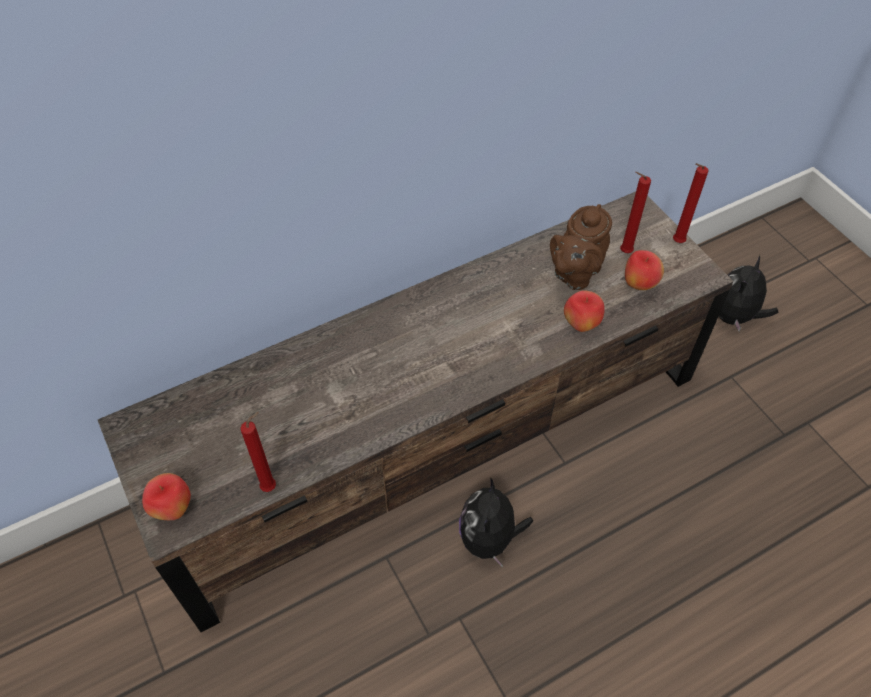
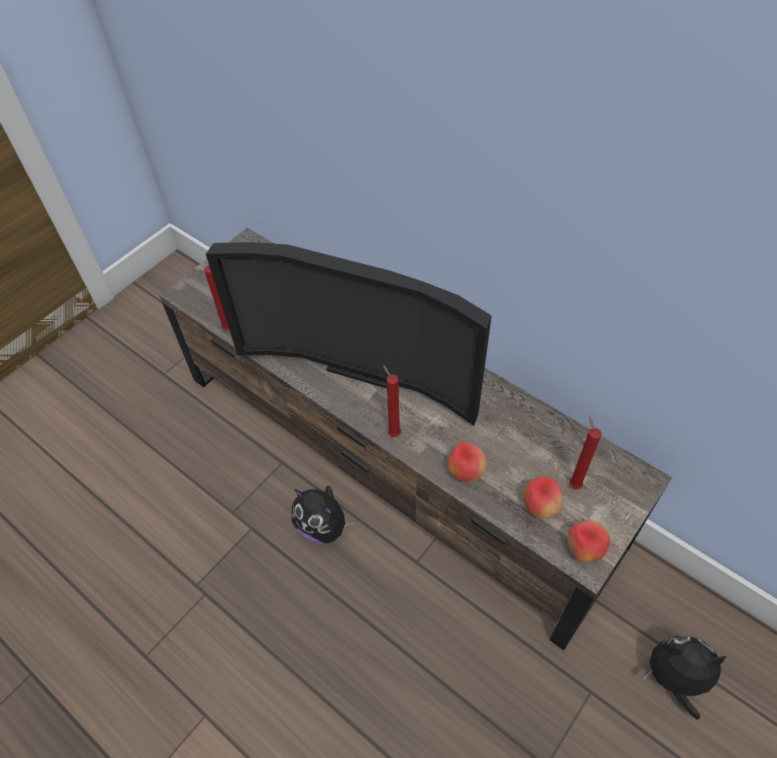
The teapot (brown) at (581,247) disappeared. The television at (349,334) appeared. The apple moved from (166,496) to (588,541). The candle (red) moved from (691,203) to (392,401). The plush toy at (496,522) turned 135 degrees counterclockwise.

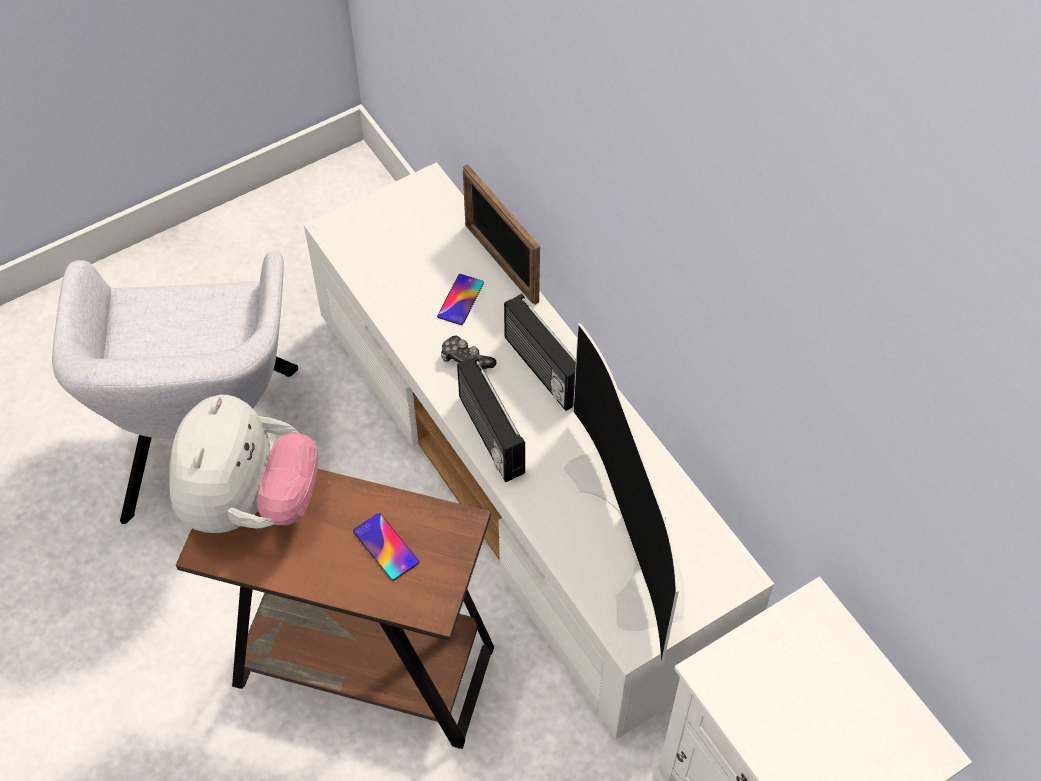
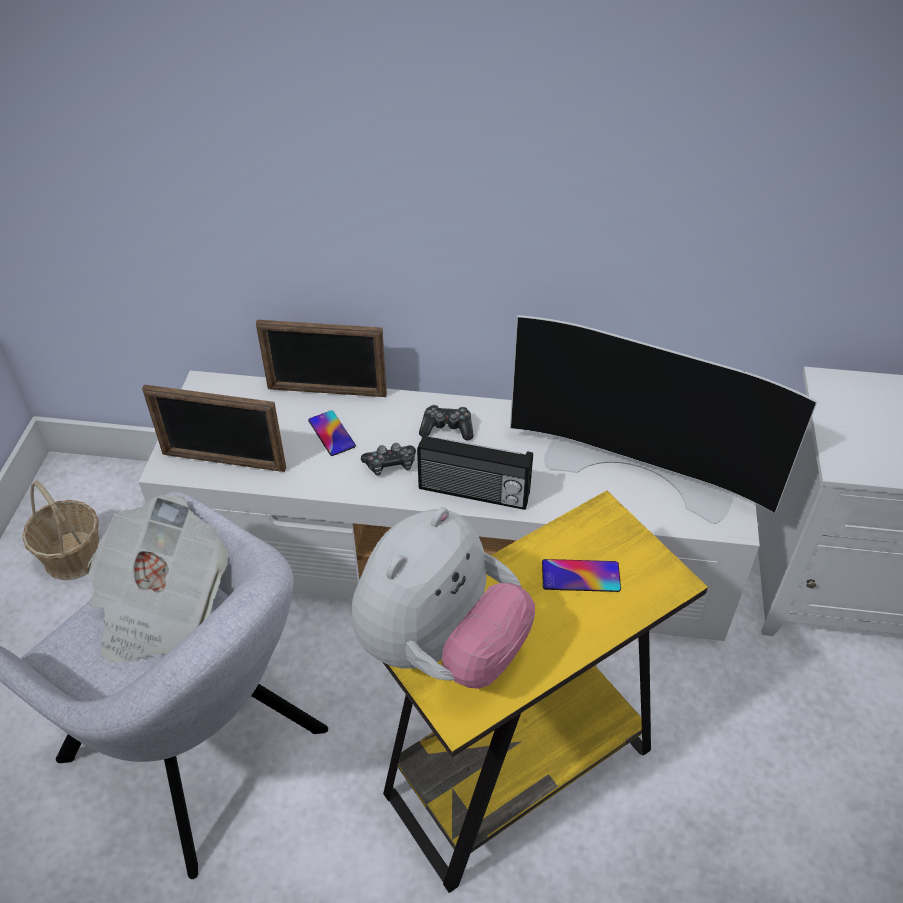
The basket at (60,530) appeared. The newspaper at (157,579) appeared. The picture frame at (214,428) appeared. The radio at (540,352) was replaced by the game controller at (446,422). The side table (brown) at (335,609) became the side table (yellow) at (545,692). The plush toy at (243,464) turned 75 degrees clockwise.

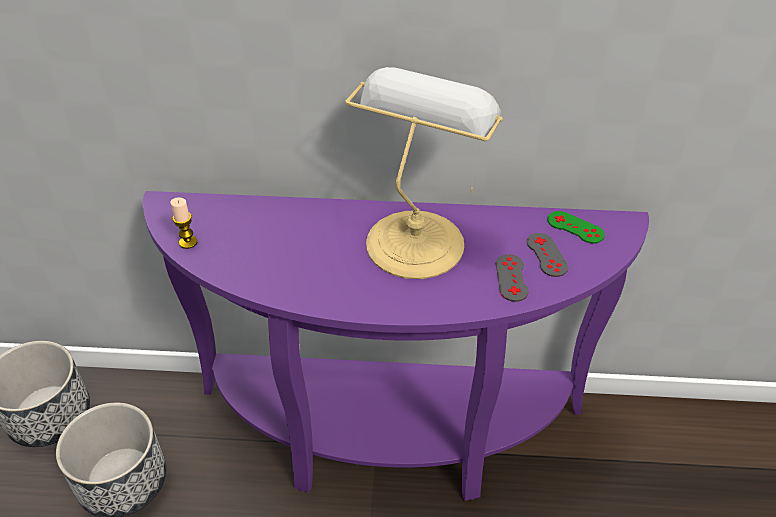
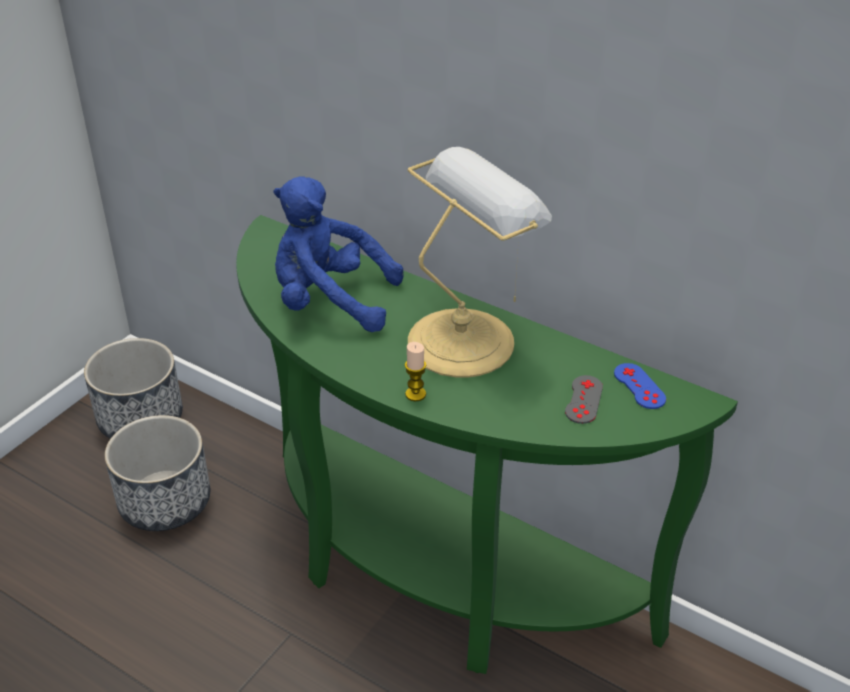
The game controller (grey) at (512,278) disappeared. The plush toy (blue) at (338,254) appeared. The candle moved from (183,223) to (415,371). The console table (purple) at (396,346) became the console table (green) at (487,444). The game controller (green) at (576,227) became the game controller (blue) at (640,386).

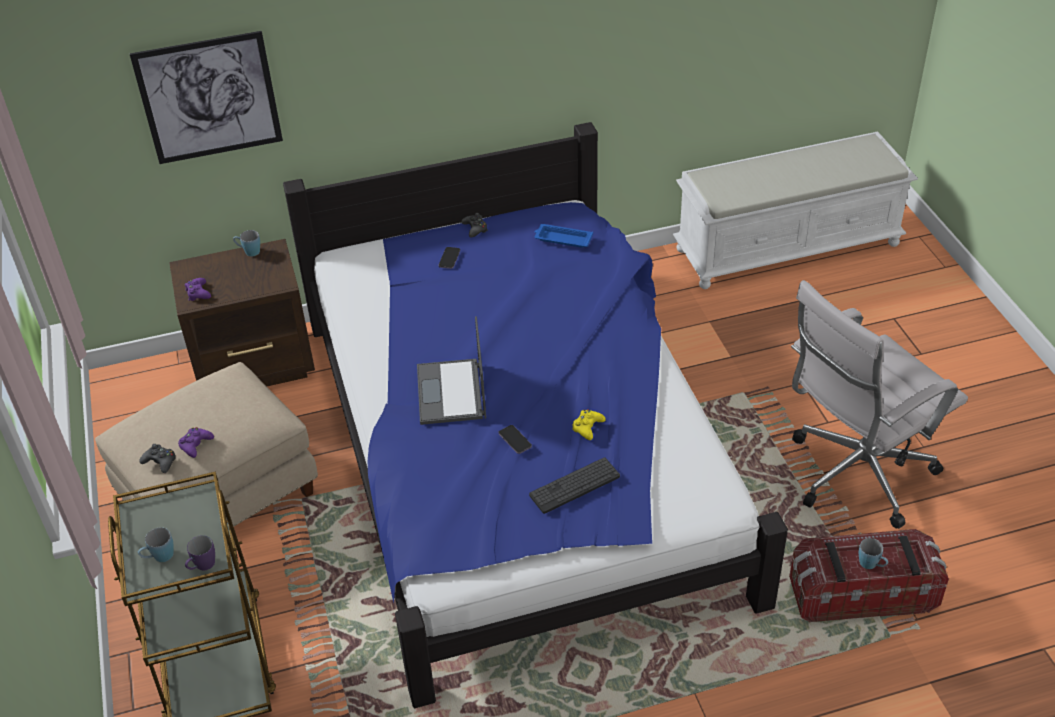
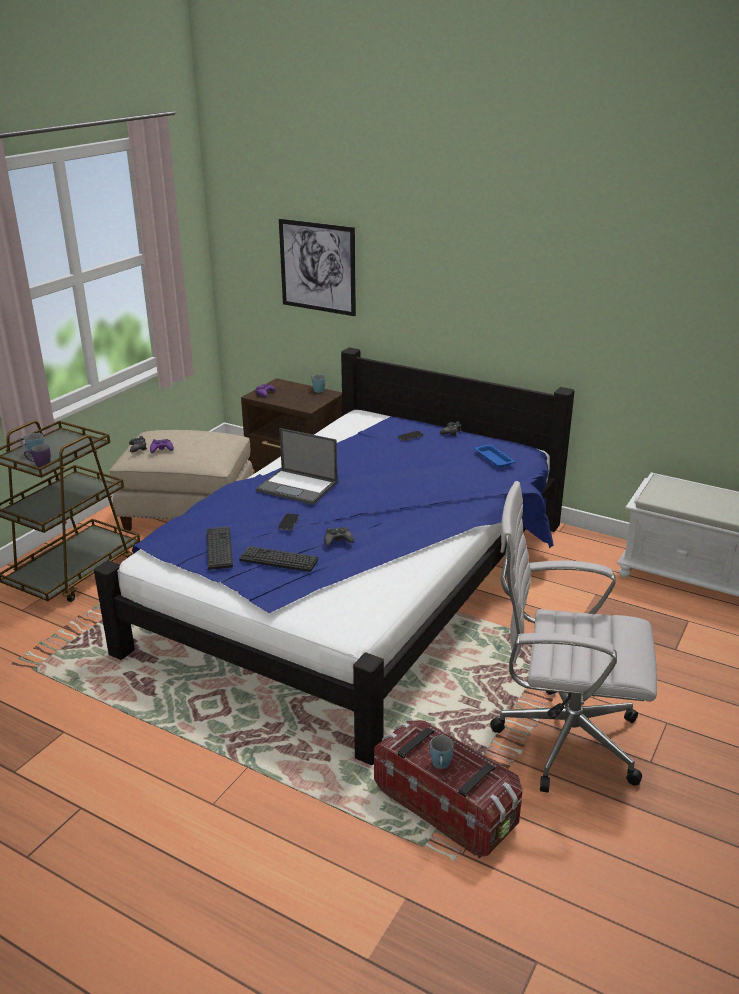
The keyboard at (220,548) appeared. The game controller (yellow) at (589,424) became the game controller (black) at (339,536). The laptop at (451,370) turned 105 degrees counterclockwise.

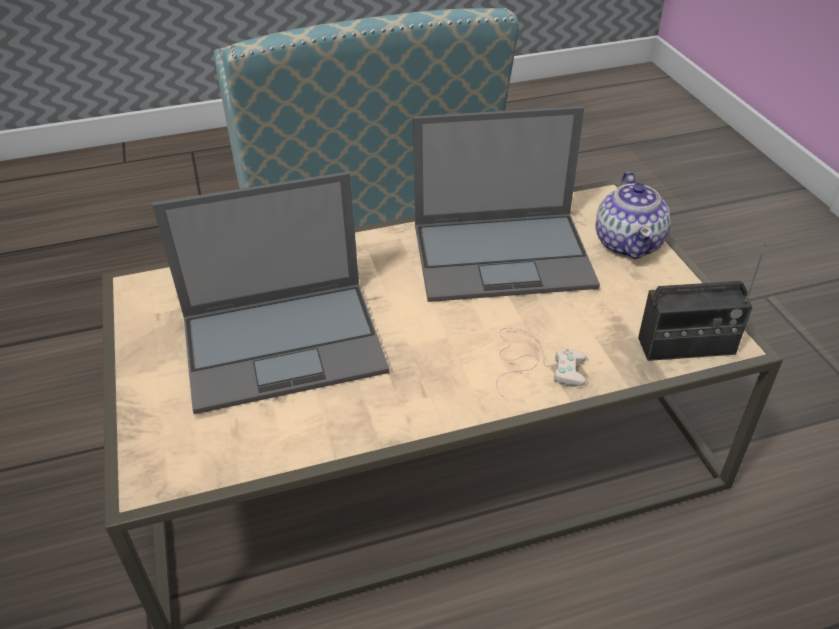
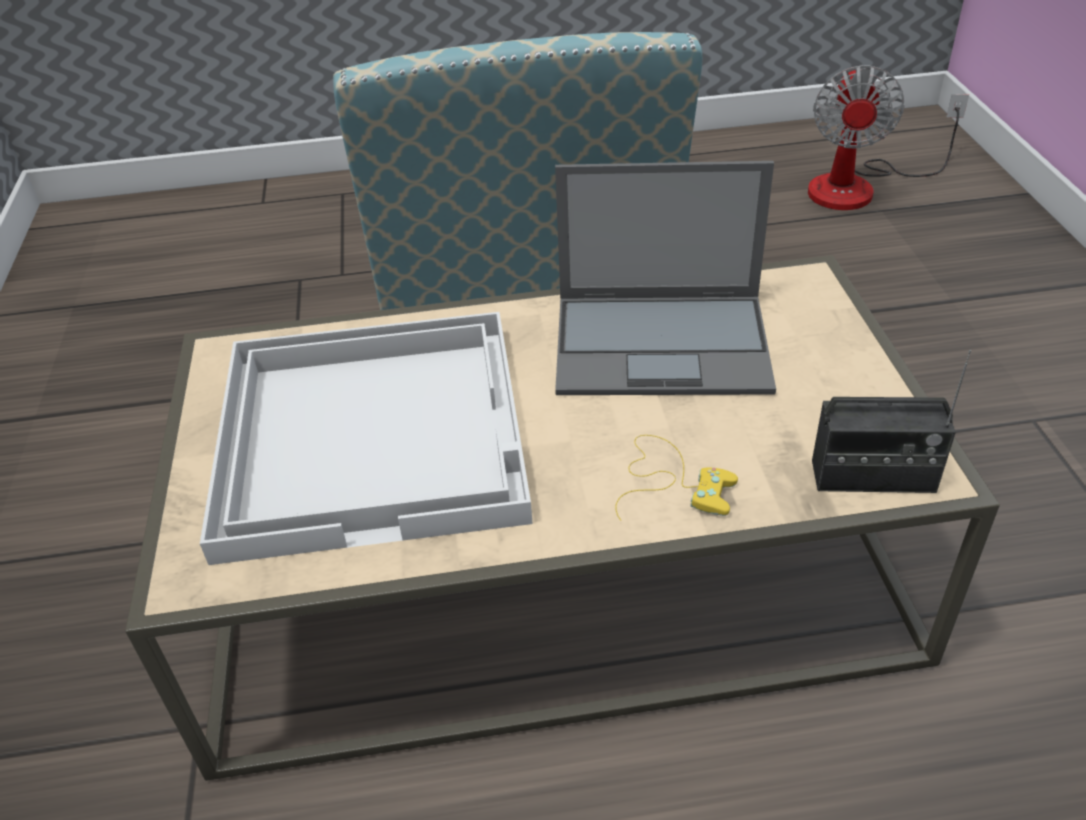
The teapot at (633,215) disappeared. The fan at (888,137) appeared. The laptop at (271,292) was replaced by the tray (white) at (366,438). The game controller (white) at (541,362) became the game controller (yellow) at (676,478).

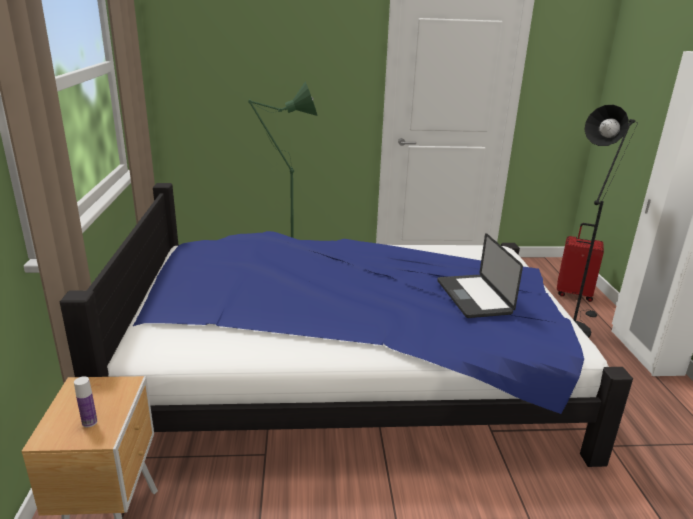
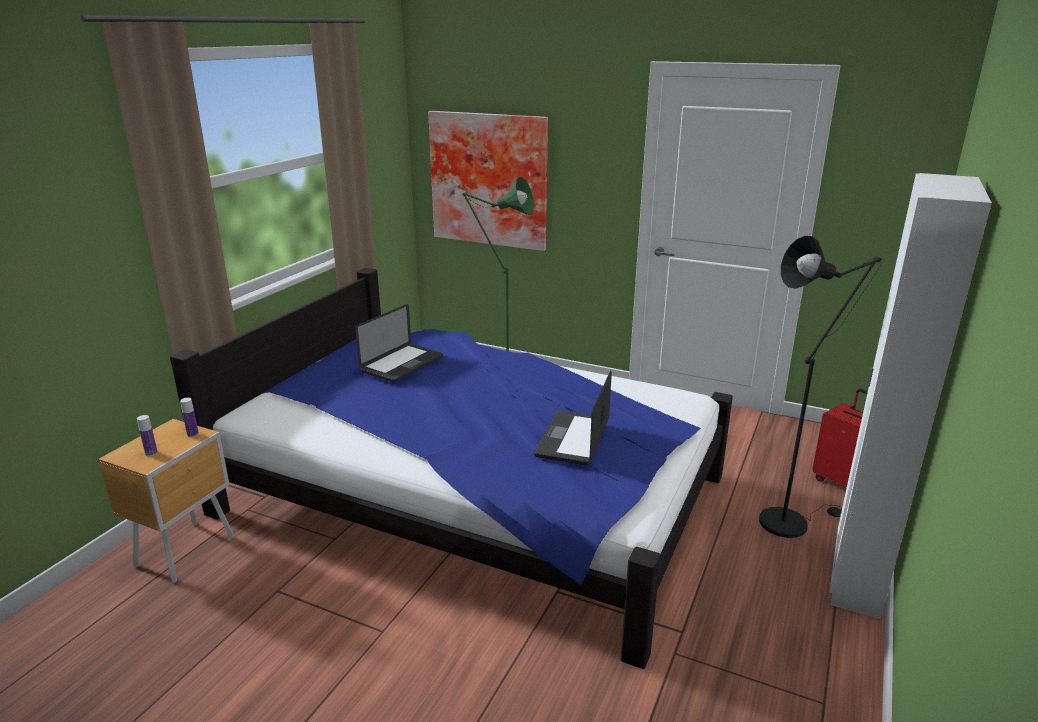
The bottle at (189,417) appeared. The laptop at (399,343) appeared. The picture at (488,181) appeared.

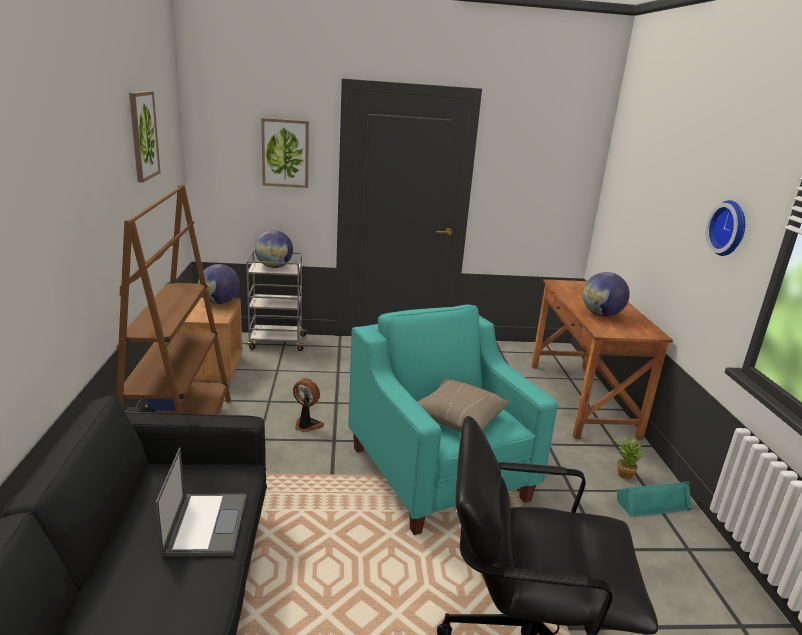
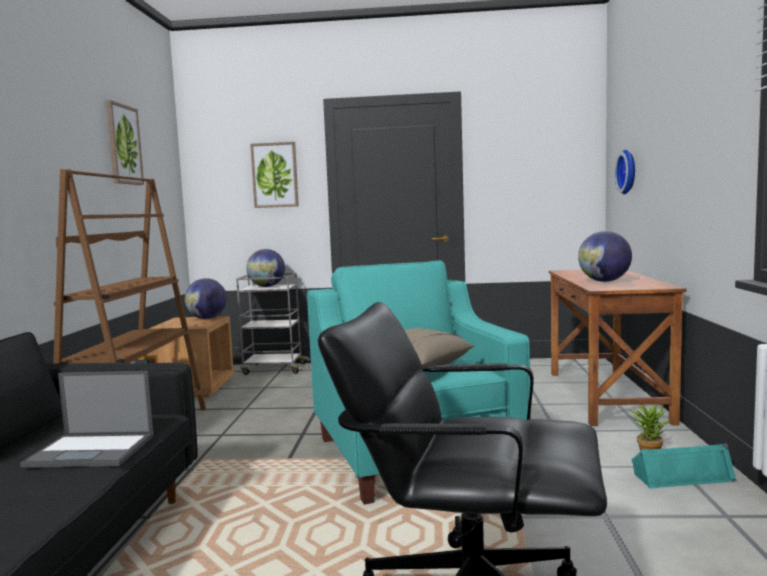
The fan at (308,405) disappeared. The wall clock moved from (725,228) to (625,172). The laptop at (201,502) turned 90 degrees clockwise.

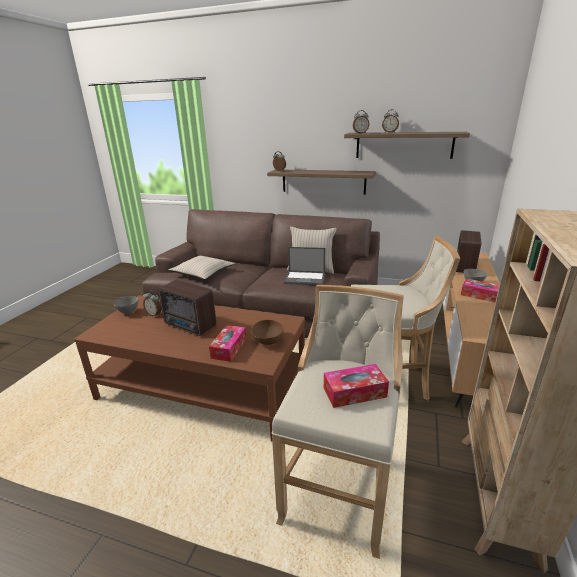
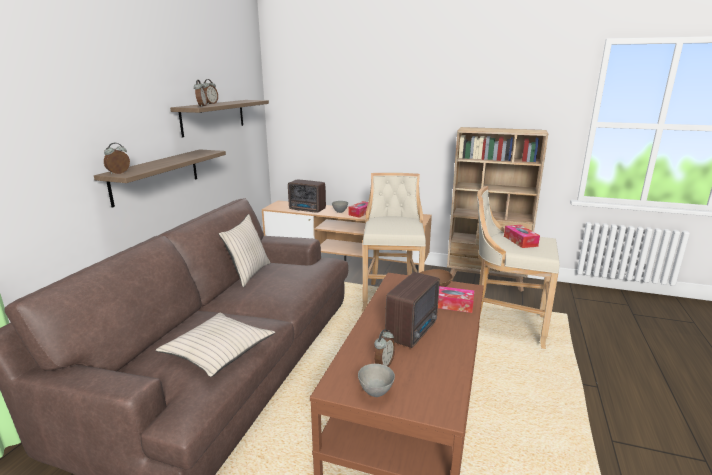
The laptop at (304,266) disappeared.

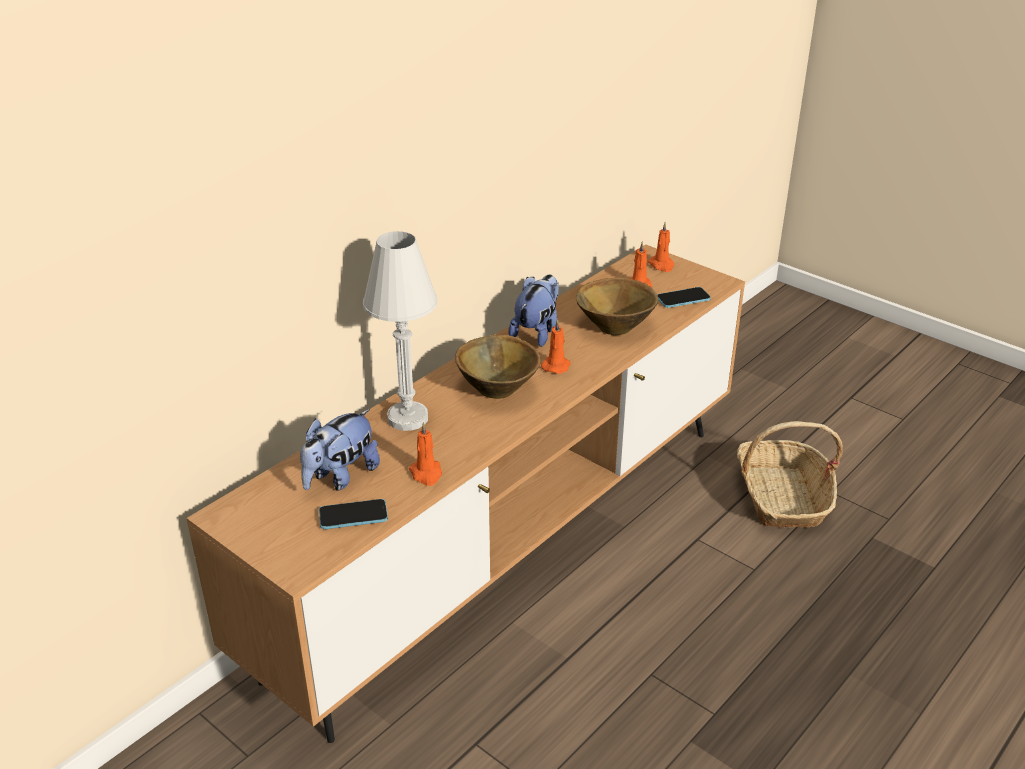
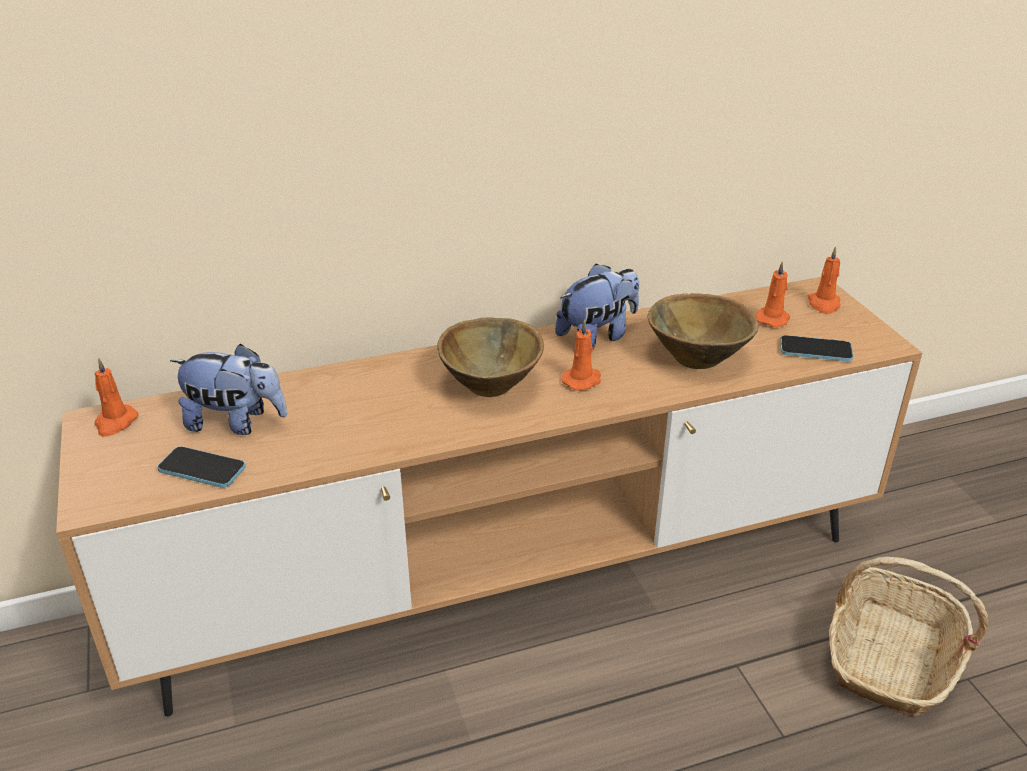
The table lamp (white) at (400,331) disappeared. The candle (orange) moved from (425,454) to (116,397). The plush toy at (340,450) turned 150 degrees counterclockwise.

